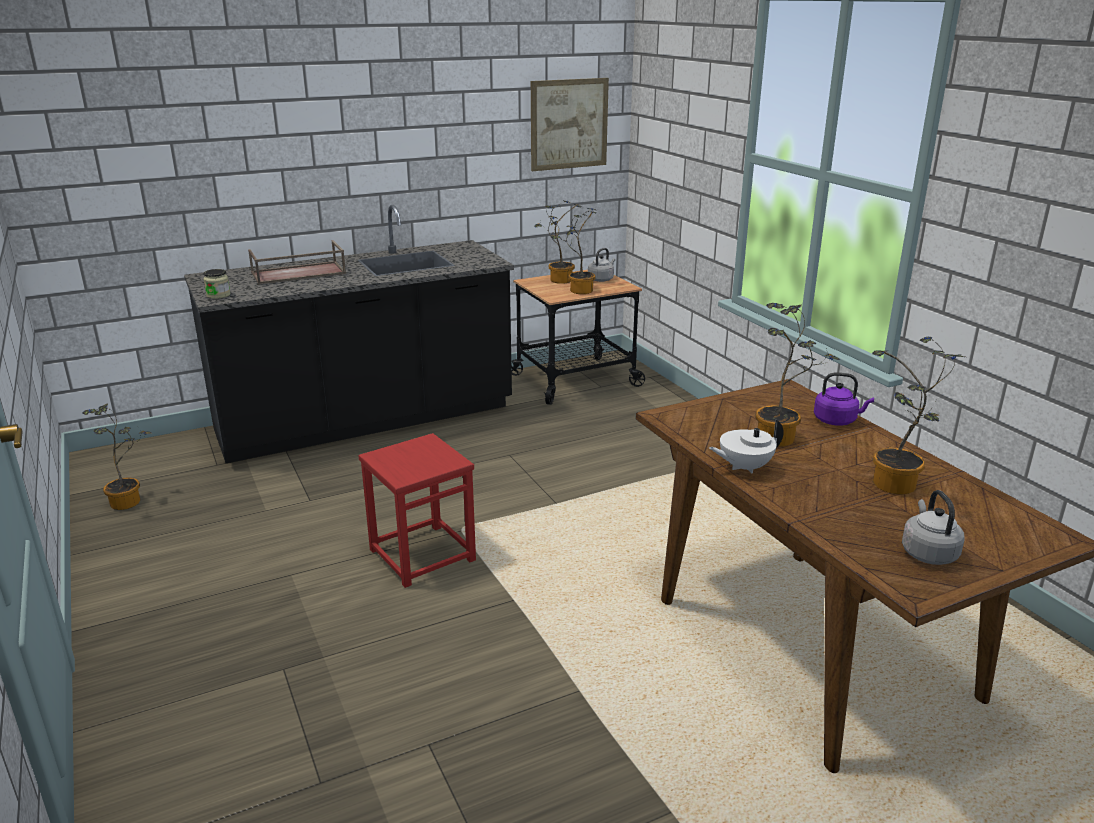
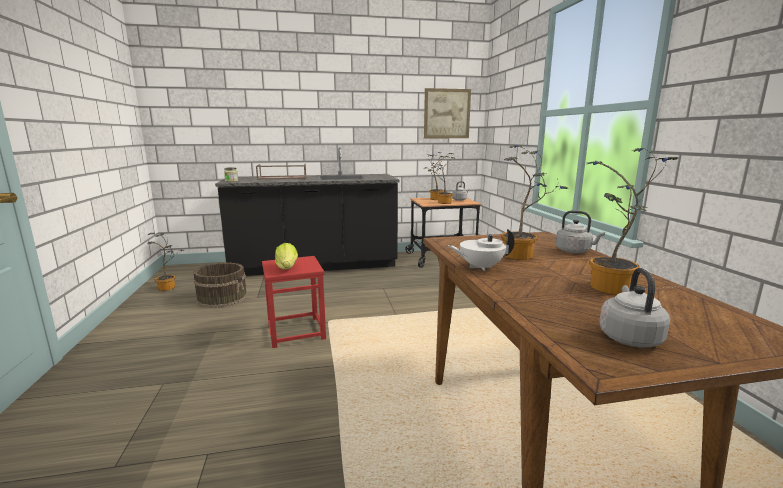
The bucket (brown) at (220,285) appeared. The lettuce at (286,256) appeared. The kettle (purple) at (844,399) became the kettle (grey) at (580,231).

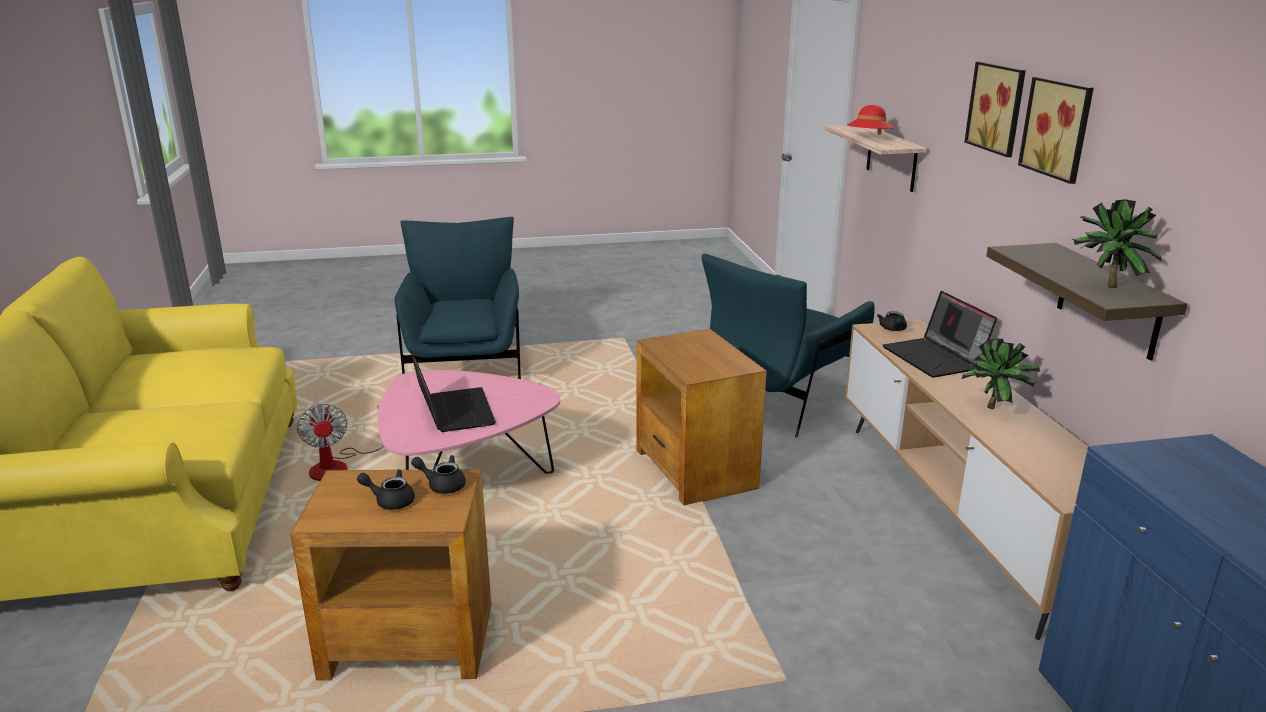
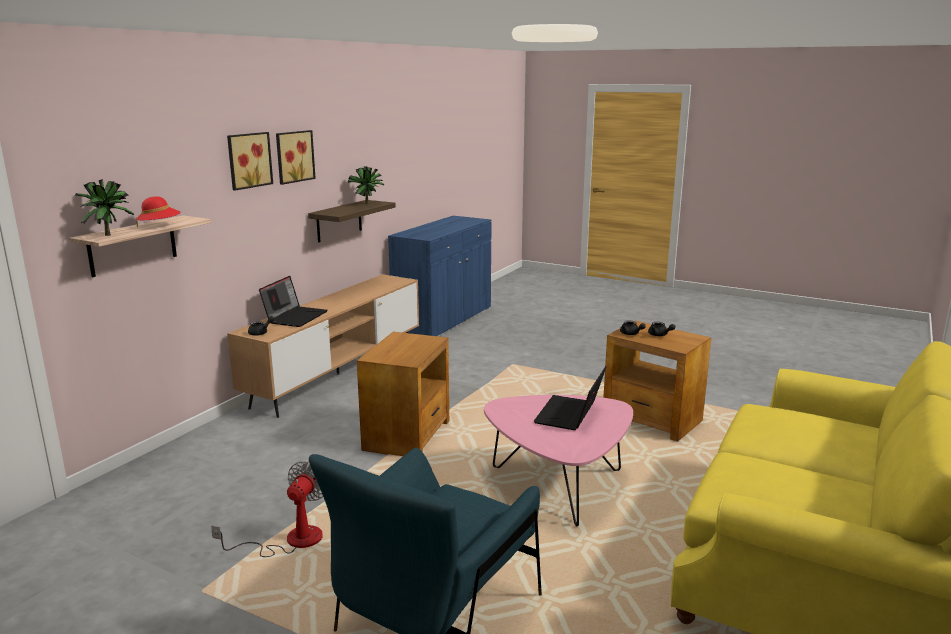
The armchair (blue) at (788,346) disappeared. The fan moved from (340,442) to (267,509). The potted plant moved from (1001,374) to (104,207).

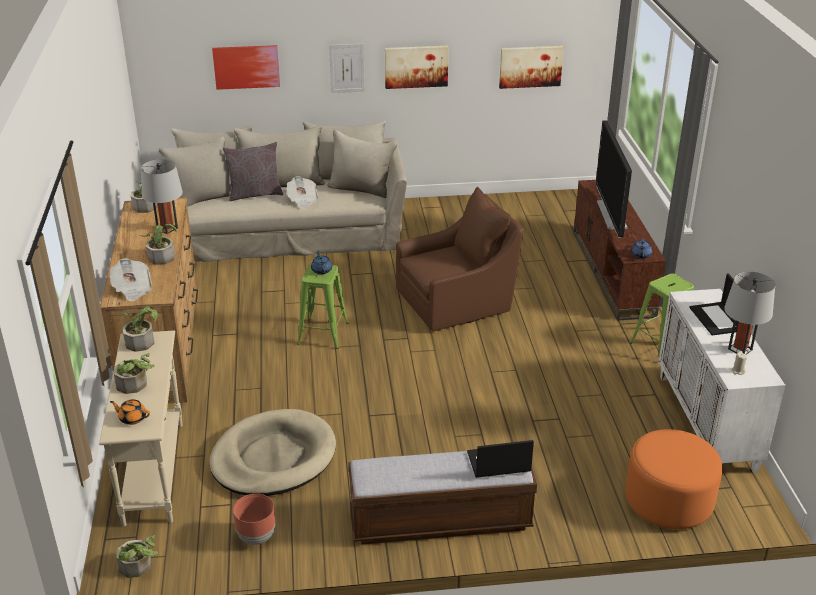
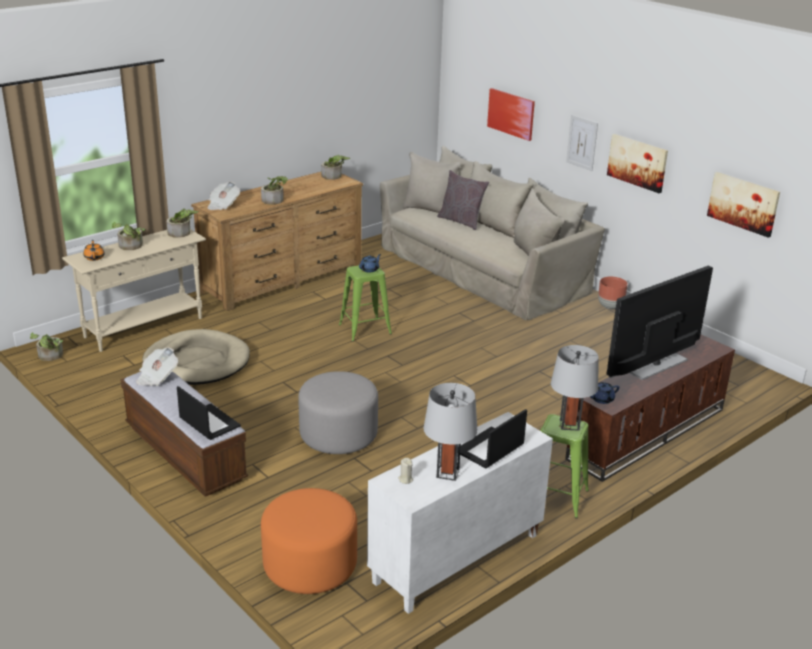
The armchair (brown) at (460,259) disappeared. The ottoman (grey) at (338,412) appeared. The table lamp (grey) moved from (162,196) to (575,388). The planter (brown) moved from (254,519) to (613,293). The newspaper moved from (302,192) to (157,367).

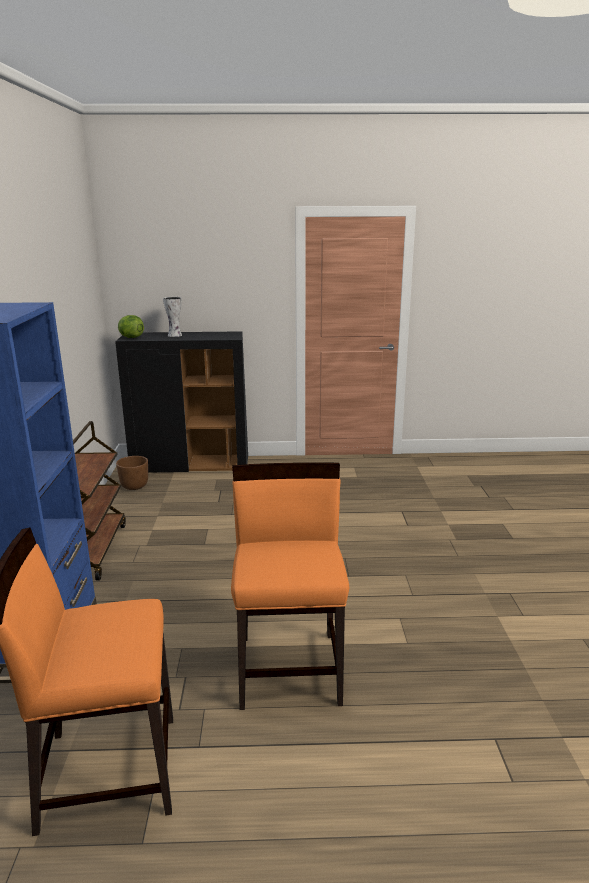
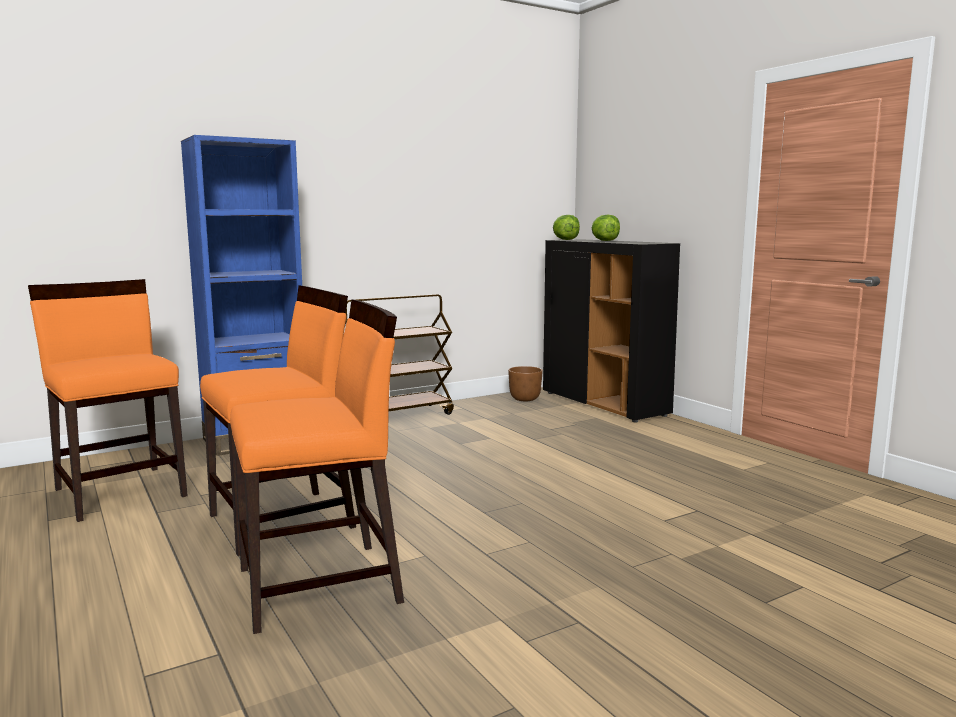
The chair (orange) at (317,466) appeared. The vase at (172,317) was replaced by the lettuce at (606,227).

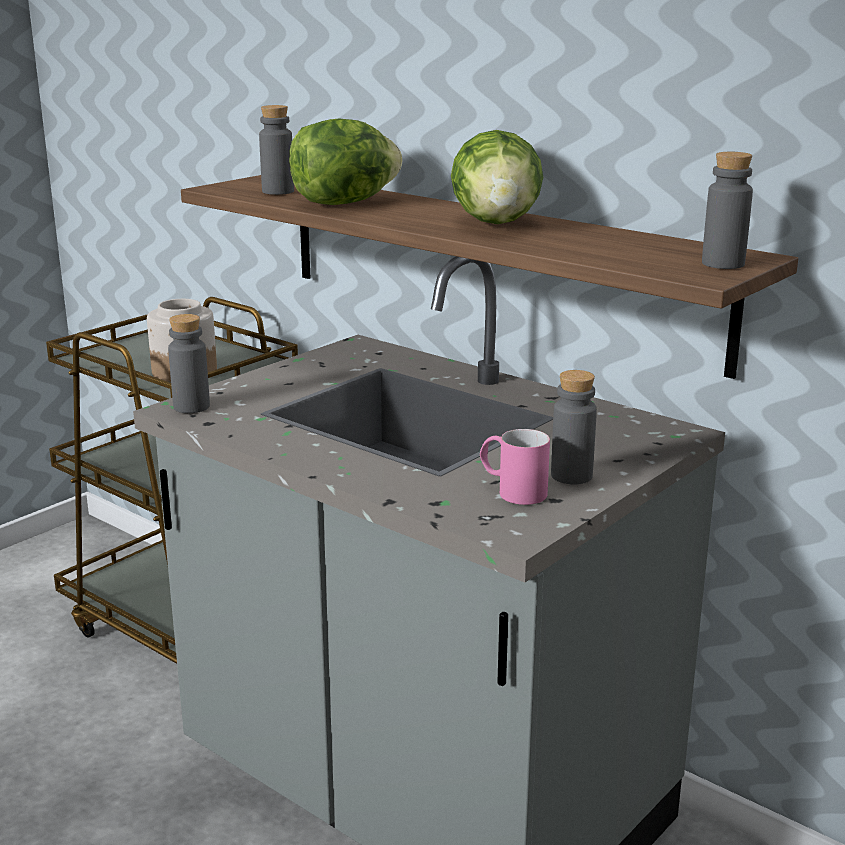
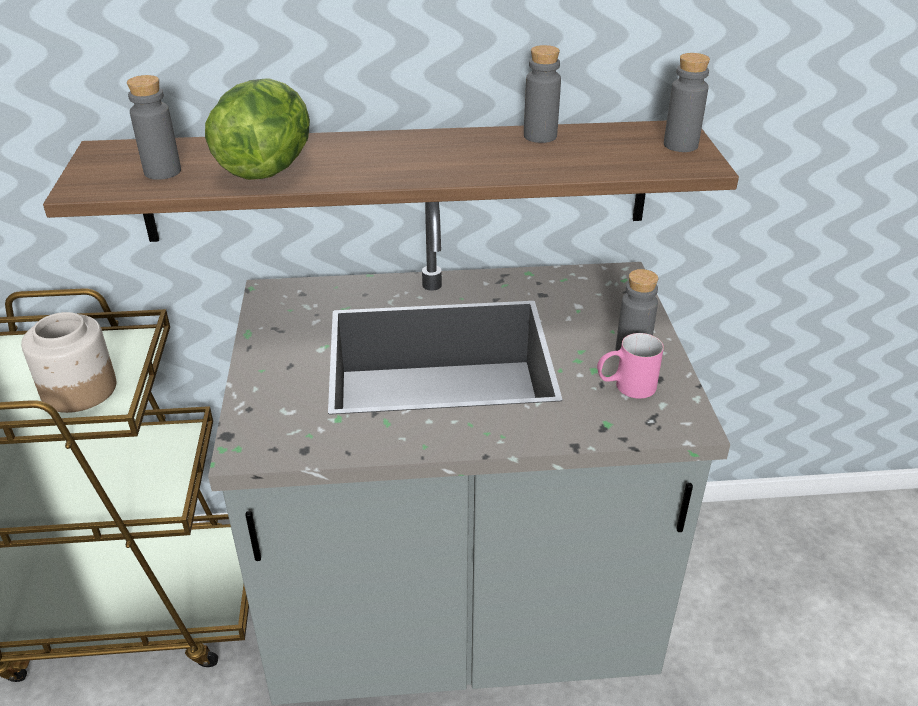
The lettuce at (497,177) disappeared. The bottle (grey) moved from (189,363) to (542,94).

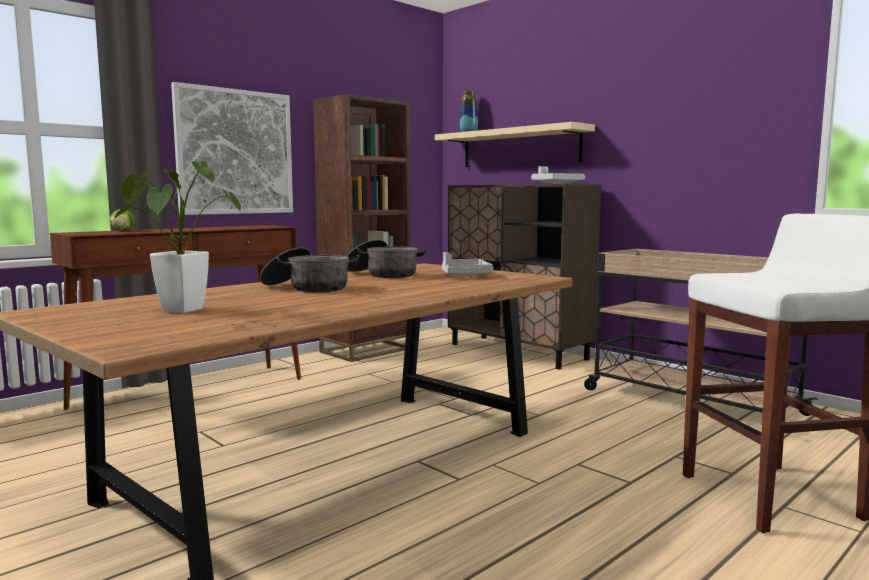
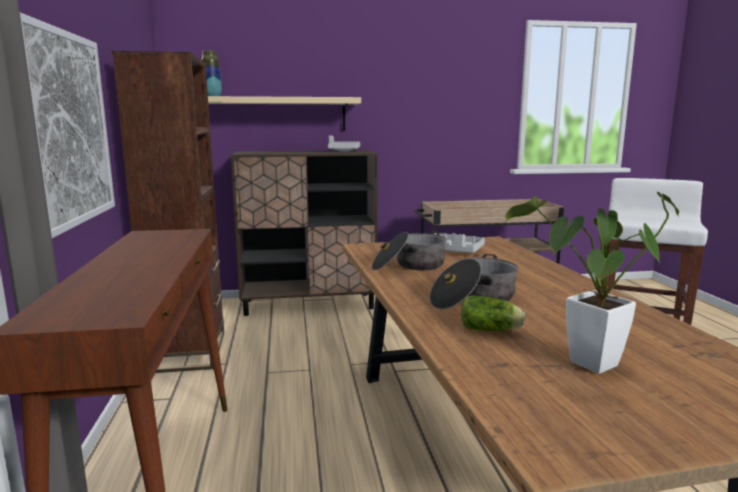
The lettuce moved from (122,220) to (493,313).

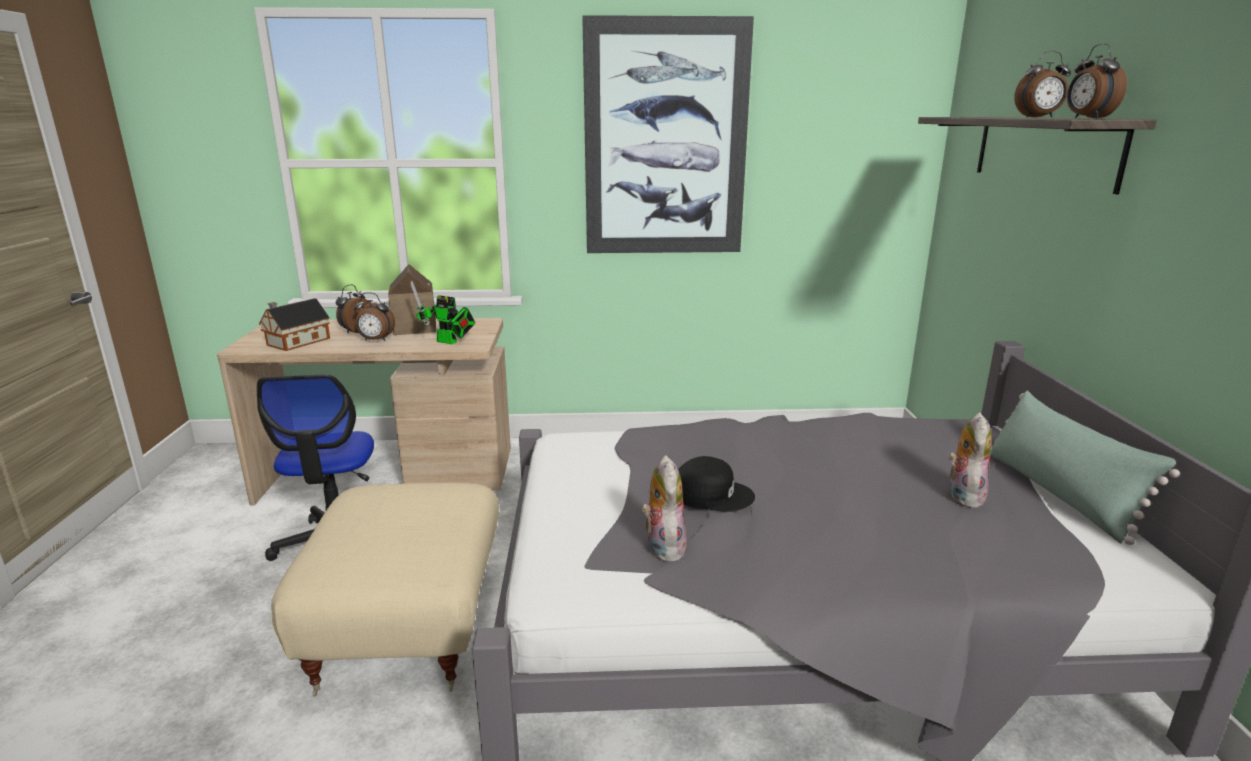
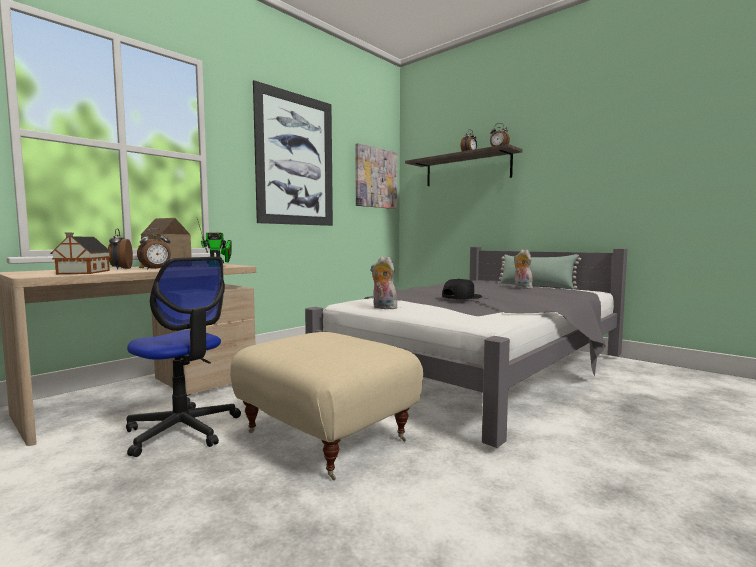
The picture at (376,176) appeared. The plush toy moved from (664,508) to (383,282).

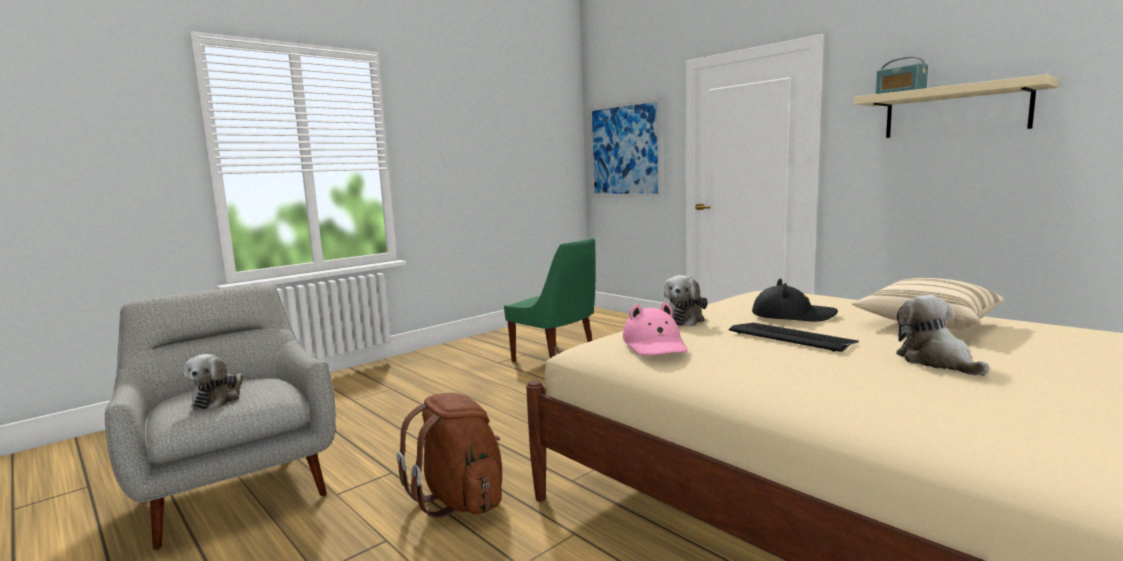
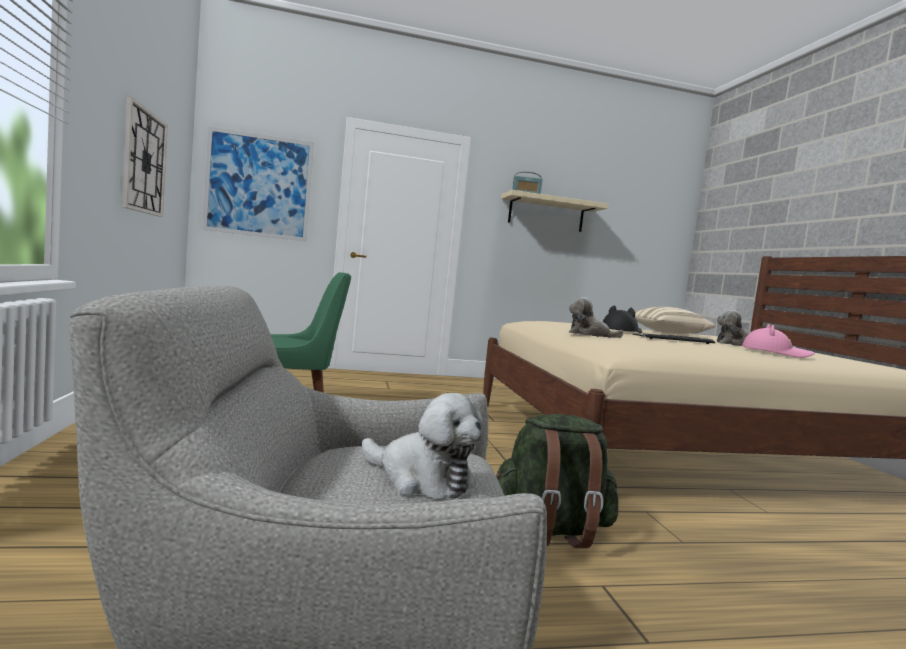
The wall clock at (145,156) appeared. The hat (pink) moved from (655,329) to (778,341). The backpack (brown) at (449,455) became the backpack (green) at (557,481). The plush toy at (685,300) turned 150 degrees clockwise.

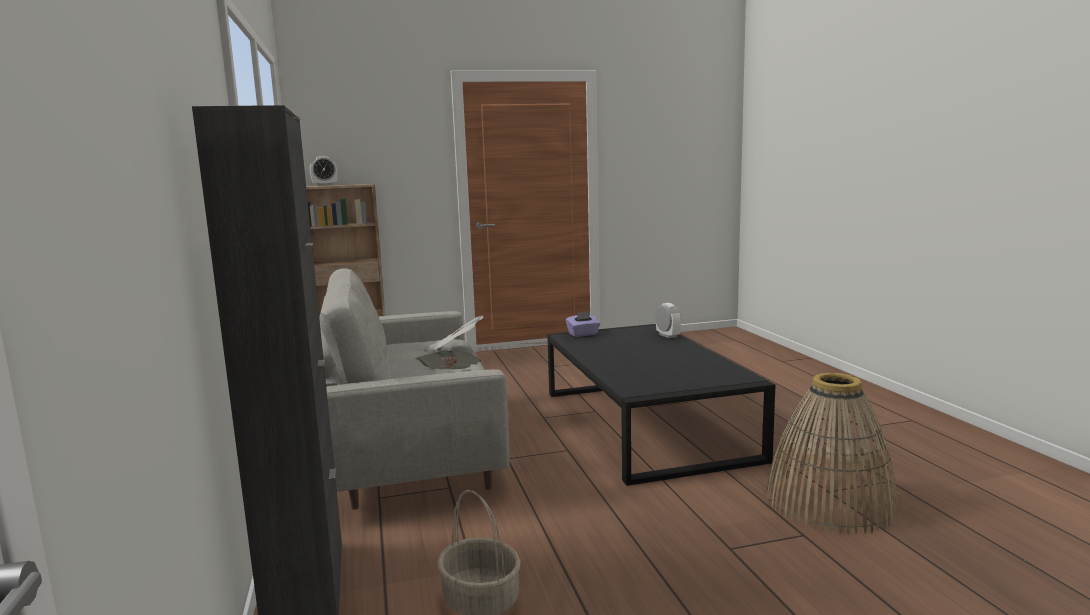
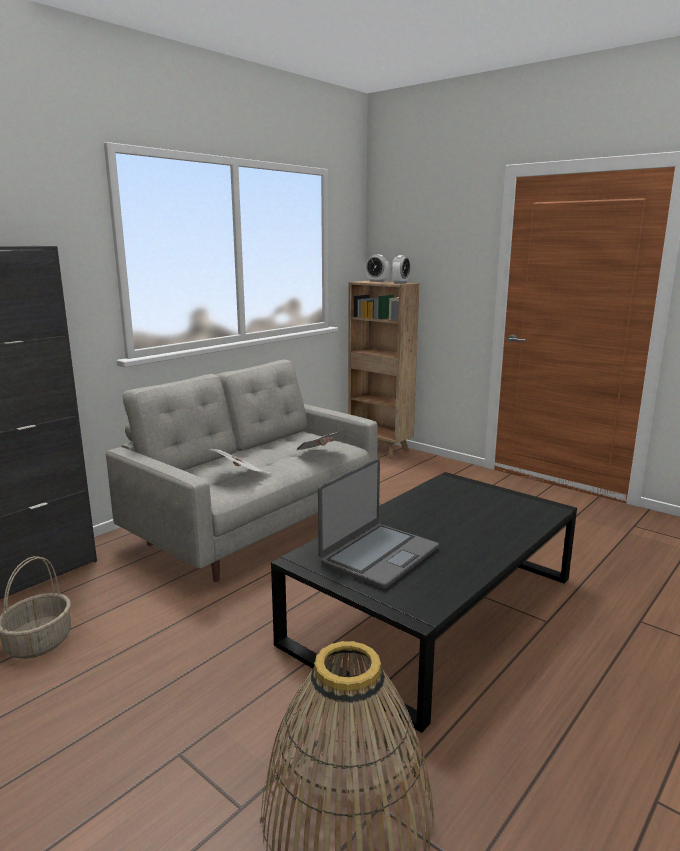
The tissue box (purple) at (583,324) disappeared. The laptop at (378,523) appeared. The alarm clock moved from (668,320) to (401,269).

